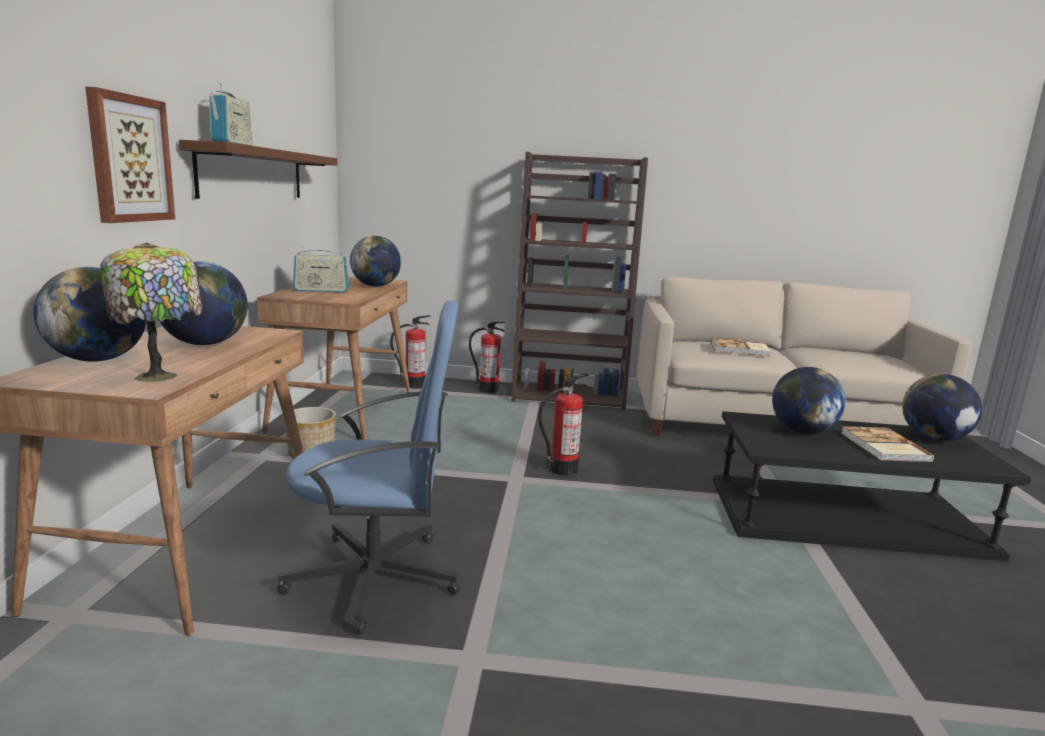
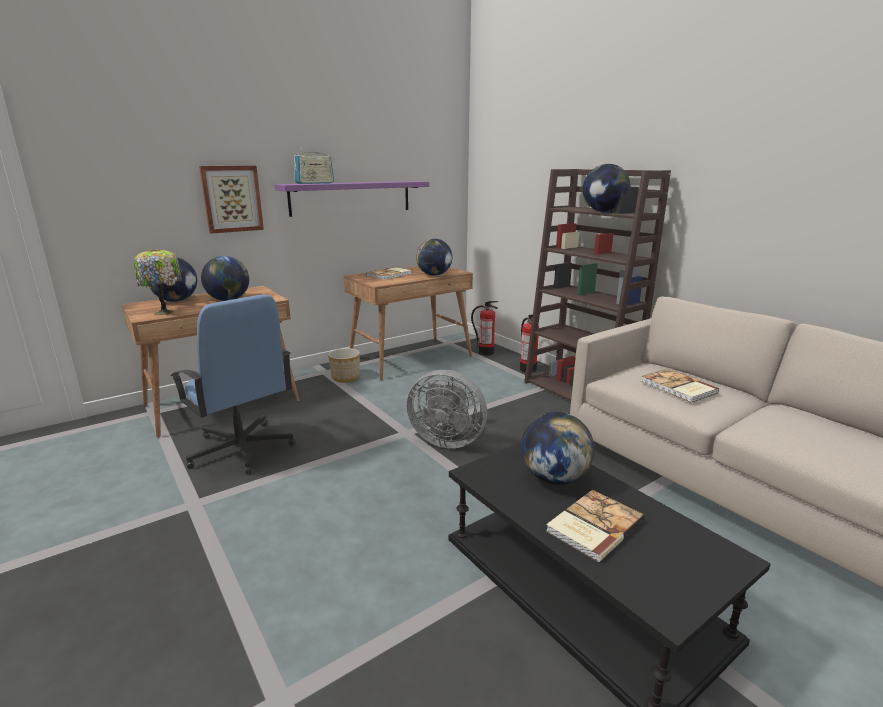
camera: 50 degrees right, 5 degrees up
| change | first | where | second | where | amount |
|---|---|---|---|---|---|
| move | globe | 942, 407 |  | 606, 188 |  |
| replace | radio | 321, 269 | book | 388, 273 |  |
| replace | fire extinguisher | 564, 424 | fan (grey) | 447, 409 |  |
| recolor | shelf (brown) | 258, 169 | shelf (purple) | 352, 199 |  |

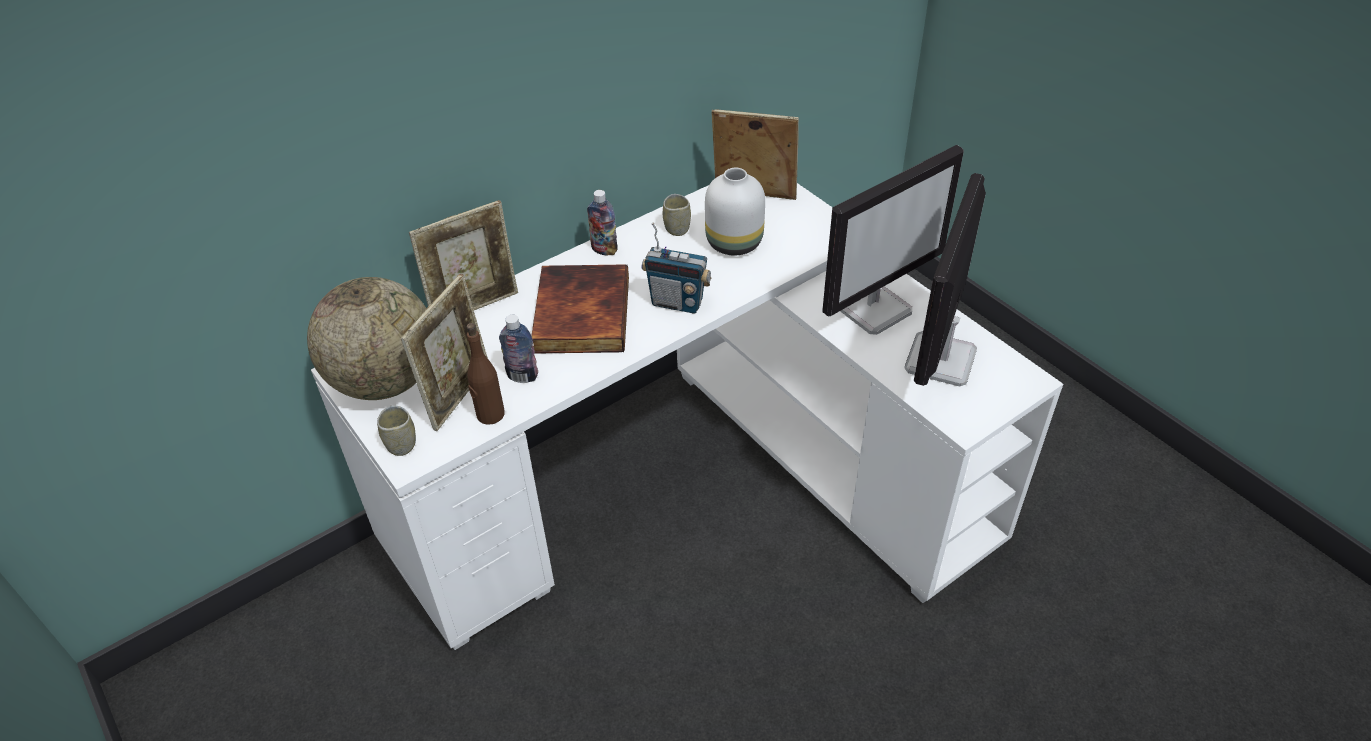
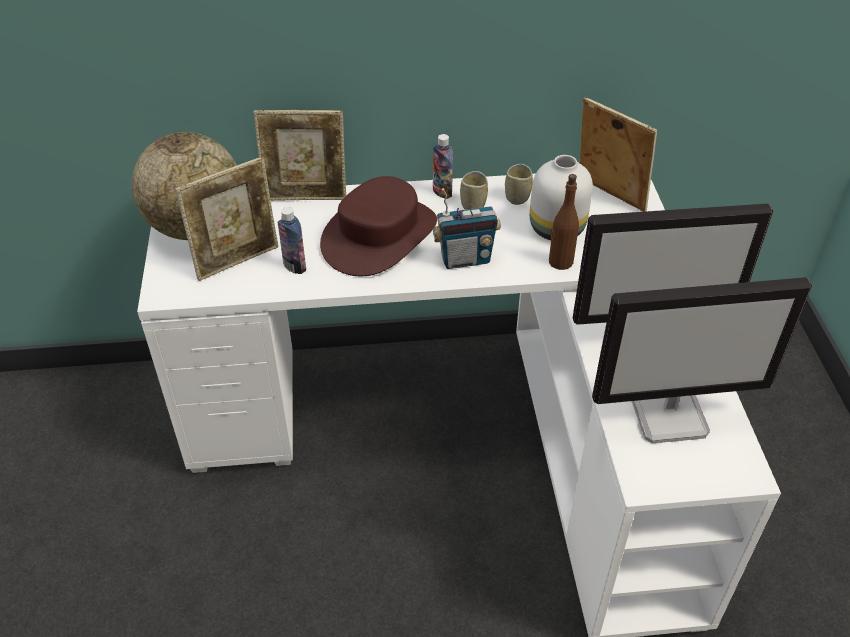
camera: 30 degrees right, 0 degrees up
| change | first | where | second | where | amount |
|---|---|---|---|---|---|
| move | cup | 396, 430 |  | 474, 190 |  |
| move | bottle (brown) | 485, 374 |  | 564, 222 |  |
| replace | book | 580, 309 | hat (brown) | 378, 226 |  |
| rotate | radio | 676, 267 |  | 467, 228 | 60 degrees counterclockwise |
| rotate | monitor | 945, 280 |  | 702, 360 | 150 degrees counterclockwise |

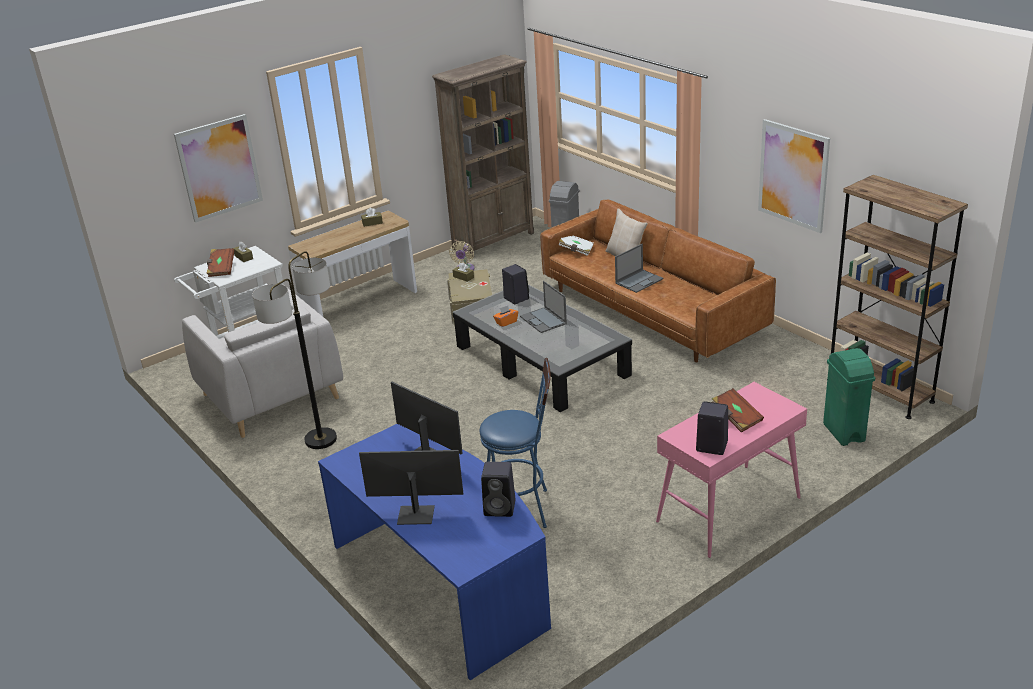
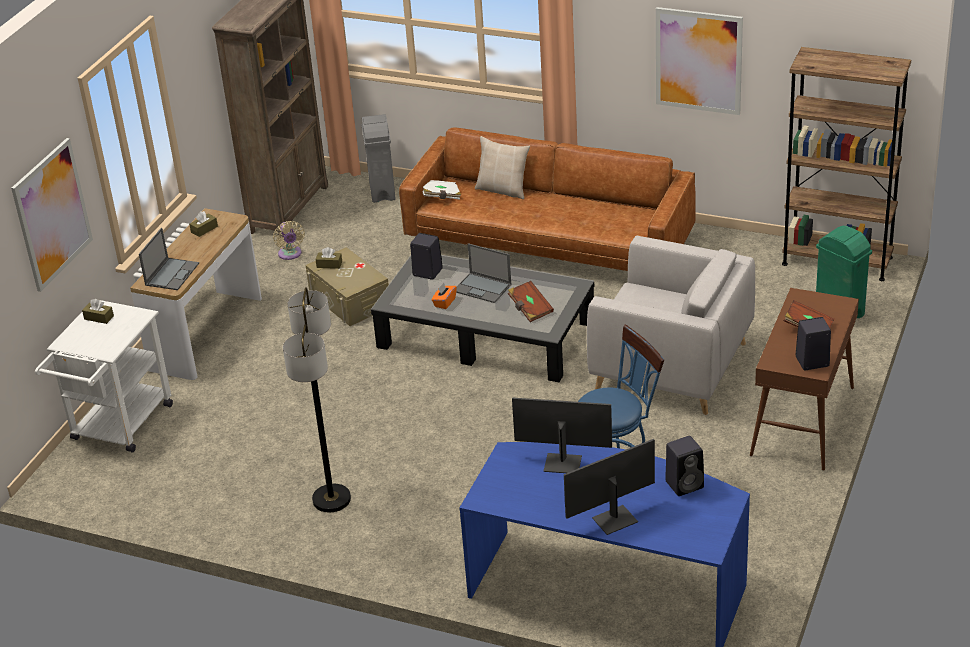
camera: 30 degrees left, 5 degrees up
| change | first | where | second | where | amount |
|---|---|---|---|---|---|
| move | armchair (grey) | 262, 361 |  | 671, 325 |  |
| move | book (brown) | 220, 262 |  | 531, 301 |  |
| move | laptop | 639, 268 |  | 169, 259 |  |
| recolor | console table (pink) | 731, 470 | console table (brown) | 804, 379 |  |

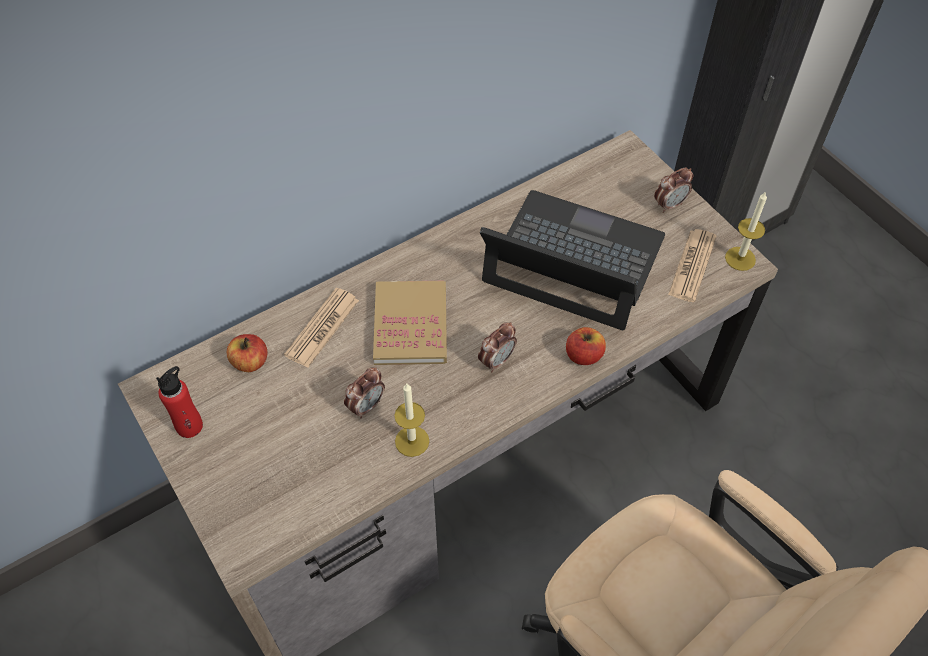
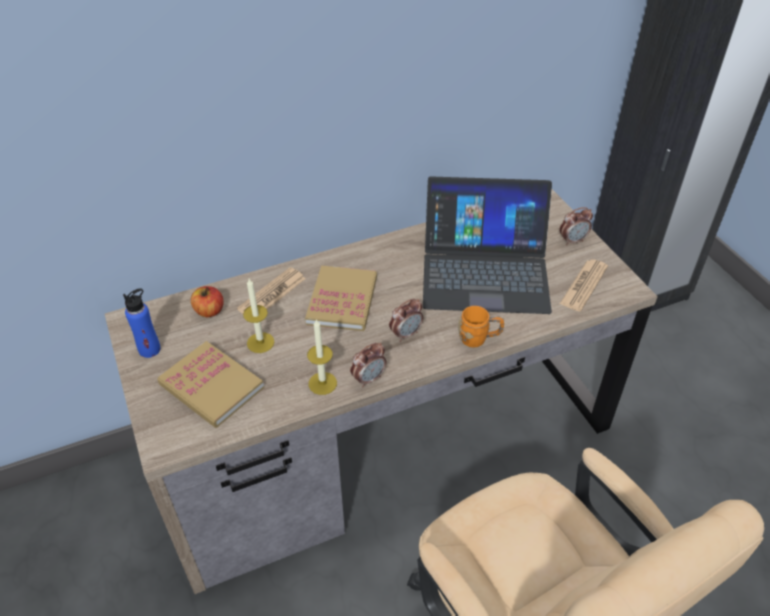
camera: 10 degrees right, 10 degrees down
| change | first | where | second | where | amount |
|---|---|---|---|---|---|
| insert |  |  | book | 210, 384 |  |
| move | alarm clock | 364, 392 |  | 368, 365 |  |
| move | candle | 746, 231 |  | 258, 316 |  |
| replace | apple | 586, 346 | mug (orange) | 481, 327 |  |
| recolor | bottle (red) | 179, 402 | bottle (blue) | 142, 323 |  |
| rotate | laptop | 572, 260 |  | 487, 245 | 150 degrees clockwise |

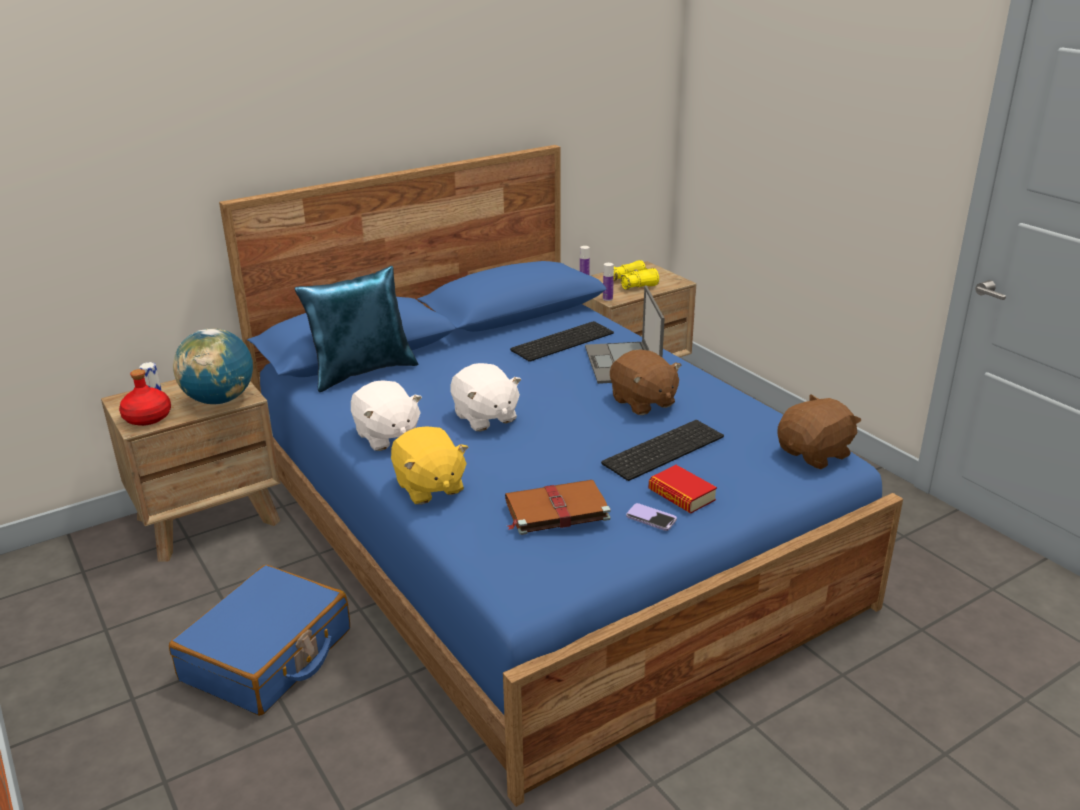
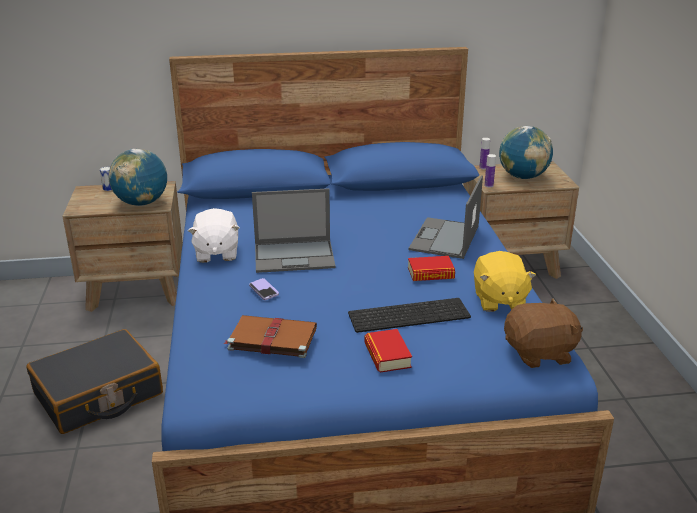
camera: 25 degrees right, 0 degrees up
| change | first | where | second | where | amount |
|---|---|---|---|---|---|
| delete | bottle (red) | 145, 397 |  |  |  |
| delete | pillow (blue) | 356, 329 |  |  |  |
| delete | keyboard | 562, 341 |  |  |  |
| move | plush toy (yellow) | 430, 465 |  | 505, 281 |  |
| move | phone | 651, 517 |  | 264, 289 |  |
| replace | plush toy (white) | 486, 397 | laptop | 294, 230 |  |
| replace | plush toy (brown) | 645, 382 | book | 431, 268 |  |
| replace | binoculars (yellow) | 636, 275 | globe | 526, 152 |  |
| recolor | suitcase (blue) | 259, 640 | suitcase (black) | 94, 381 |  |

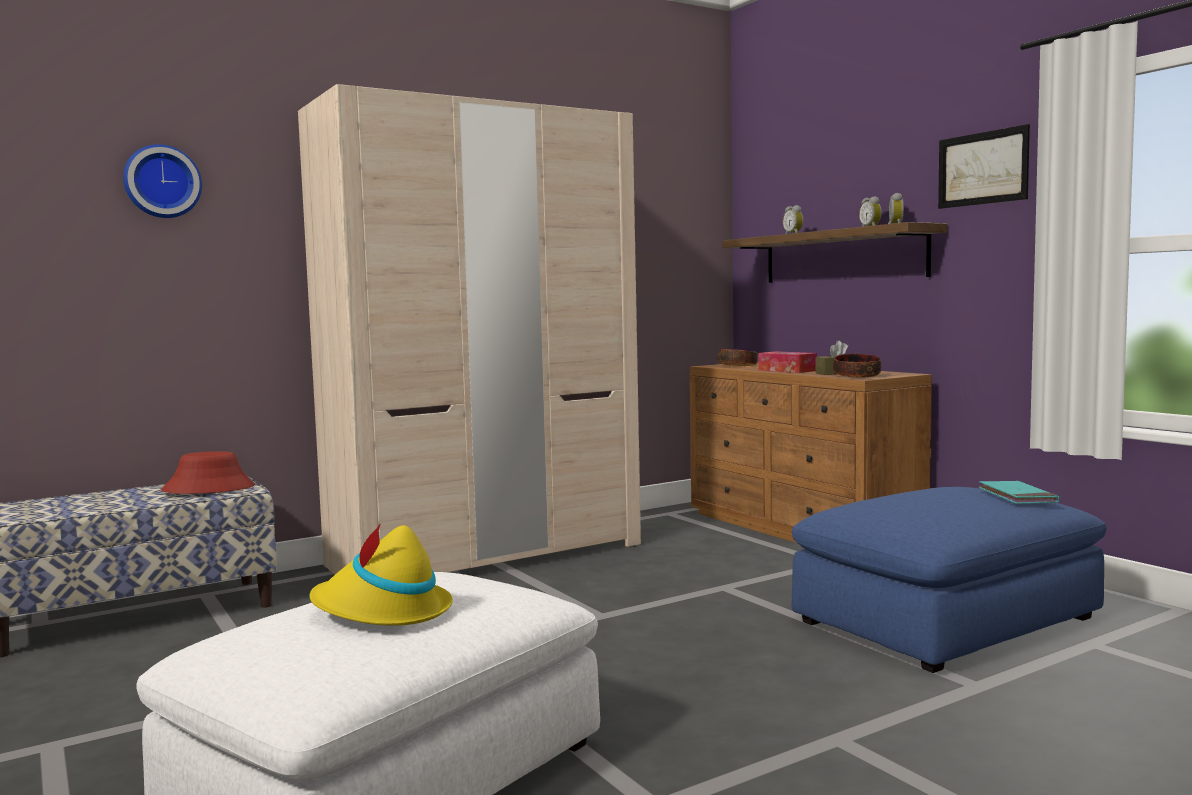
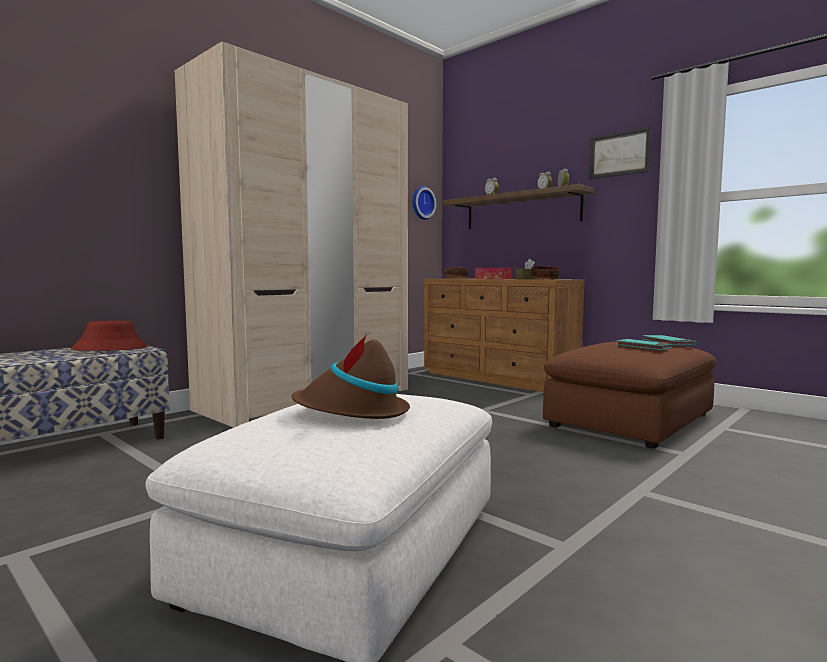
camera: 15 degrees left, 0 degrees up
| change | first | where | second | where | amount |
|---|---|---|---|---|---|
| insert |  |  | book (turquoise) | 644, 344 |  |
| move | wall clock | 162, 181 |  | 424, 203 |  |
| recolor | hat (yellow) | 381, 574 | hat (brown) | 350, 376 |  |
| recolor | ottoman (blue) | 949, 580 | ottoman (brown) | 629, 395 |  |

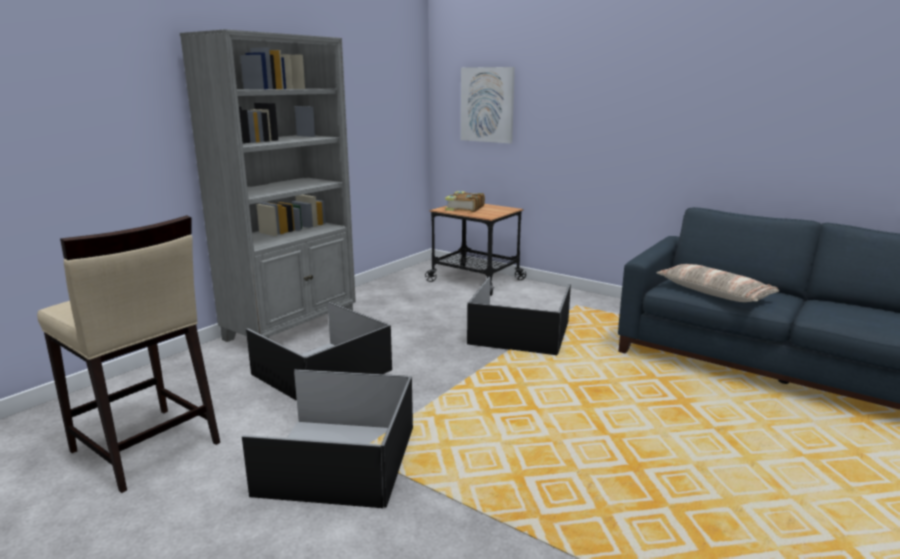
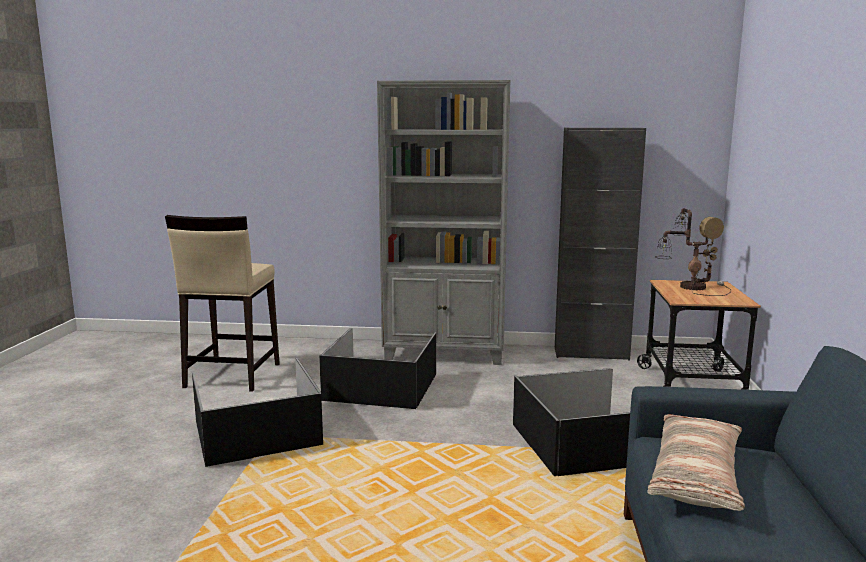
camera: 60 degrees right, 5 degrees down
| change | first | where | second | where | amount |
|---|---|---|---|---|---|
| delete | picture | 488, 105 |  |  |  |
| insert |  |  | cabinet (black) | 600, 244 |  |
| replace | book | 465, 201 | table lamp | 693, 252 |  |

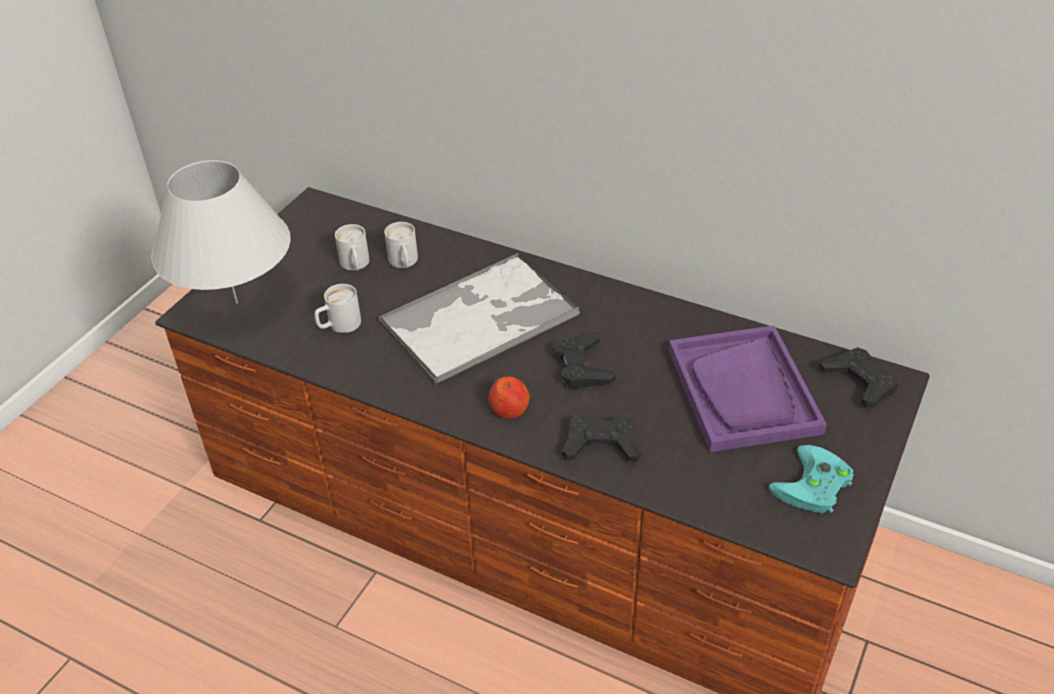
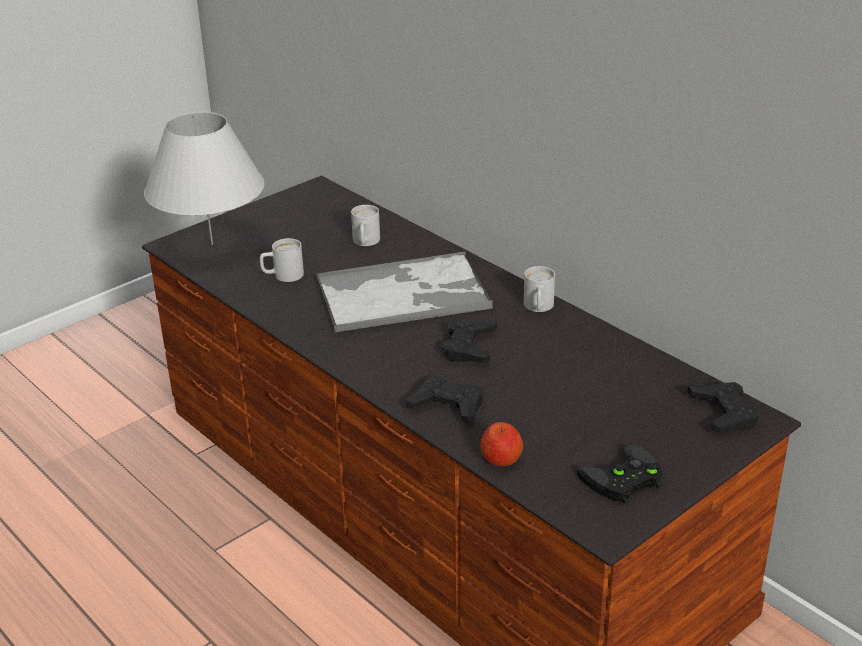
camera: 20 degrees right, 10 degrees down
| change | first | where | second | where | amount |
|---|---|---|---|---|---|
| delete | tray (purple) | 747, 388 |  |  |  |
| move | mug (white) | 352, 247 |  | 539, 289 |  |
| move | apple | 509, 397 |  | 501, 444 |  |
| recolor | game controller (turquoise) | 811, 479 | game controller (black) | 620, 474 |  |

